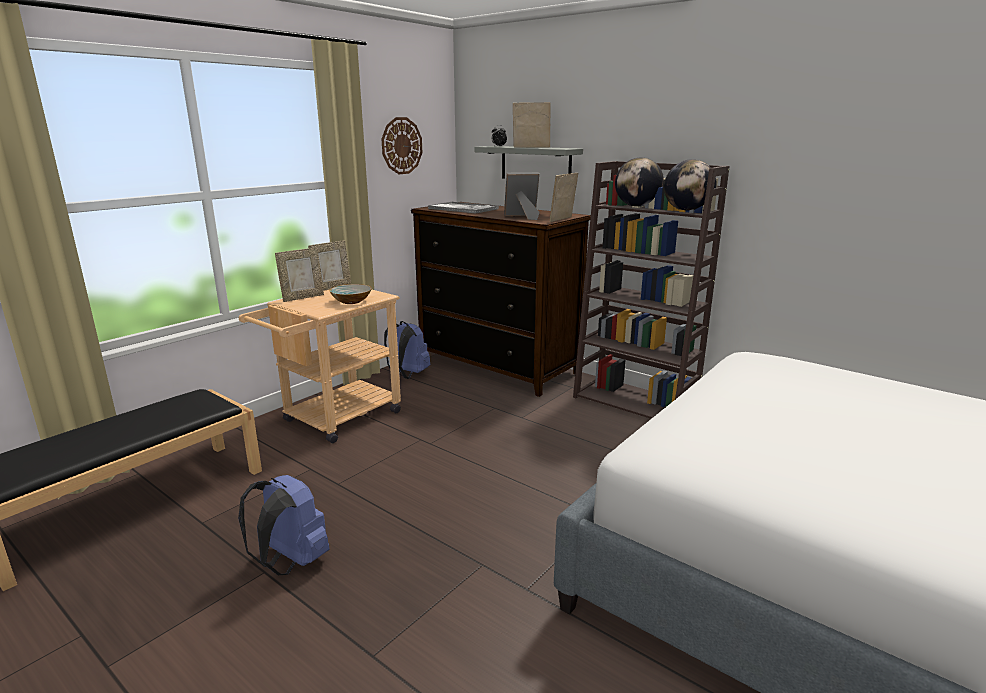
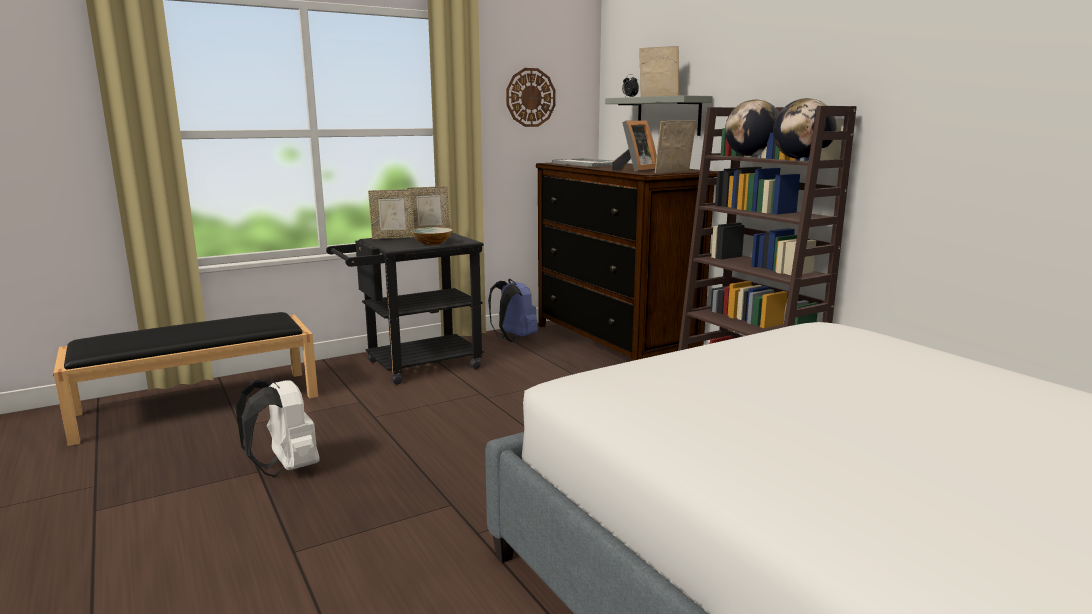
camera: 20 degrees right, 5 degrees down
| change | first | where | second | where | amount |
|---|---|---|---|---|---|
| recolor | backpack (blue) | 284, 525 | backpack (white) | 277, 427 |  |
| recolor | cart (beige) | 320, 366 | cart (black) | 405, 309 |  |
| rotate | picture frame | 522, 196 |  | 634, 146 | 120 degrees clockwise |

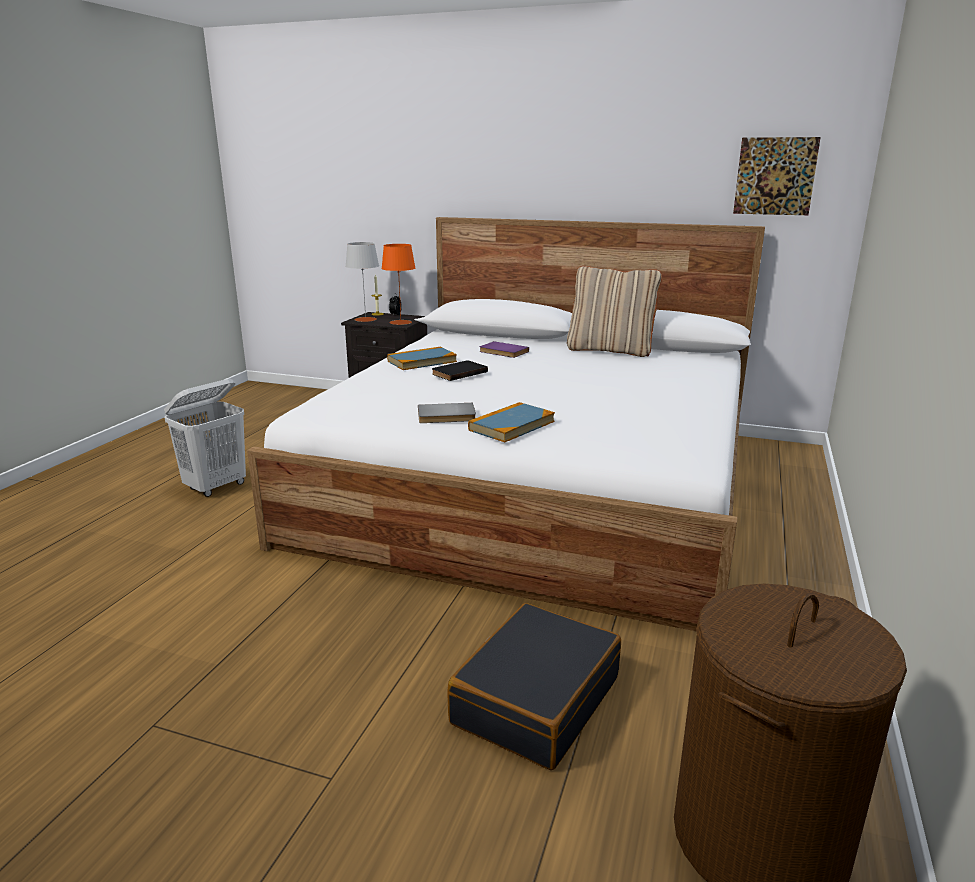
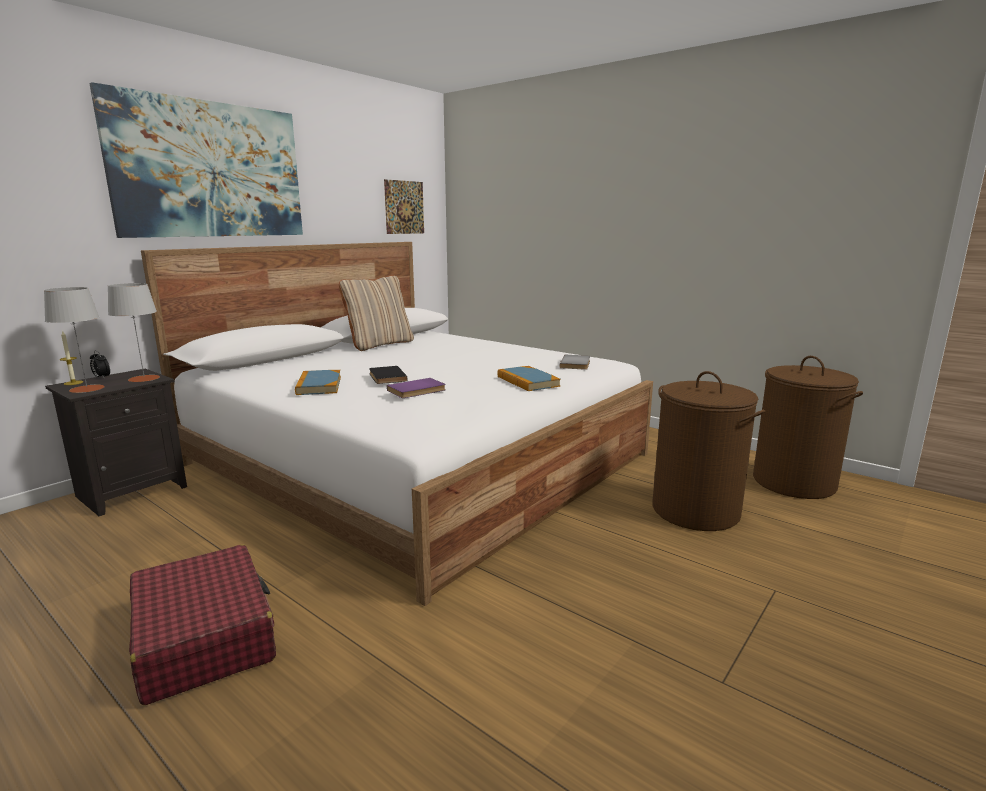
camera: 70 degrees left, 5 degrees down
| change | first | where | second | where | amount |
|---|---|---|---|---|---|
| insert |  |  | picture | 196, 160 |  |
| move | book (grey) | 447, 413 |  | 575, 362 |  |
| move | book (purple) | 504, 349 |  | 416, 388 |  |
| replace | laundry basket (white) | 205, 438 | suitcase (red) | 202, 624 |  |
| replace | suitcase (black) | 534, 686 | laundry basket (brown) | 708, 451 |  |
| recolor | table lamp (orange) | 398, 284 | table lamp (grey) | 134, 332 |  |

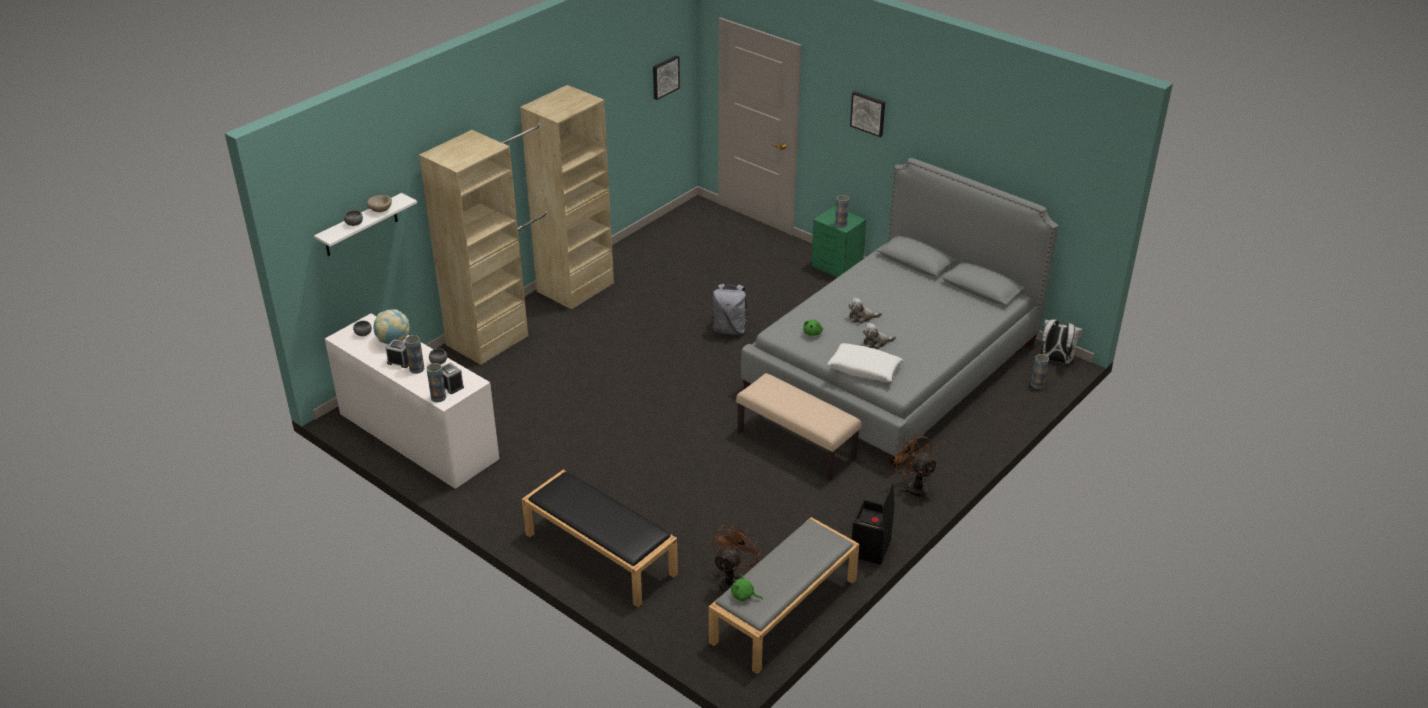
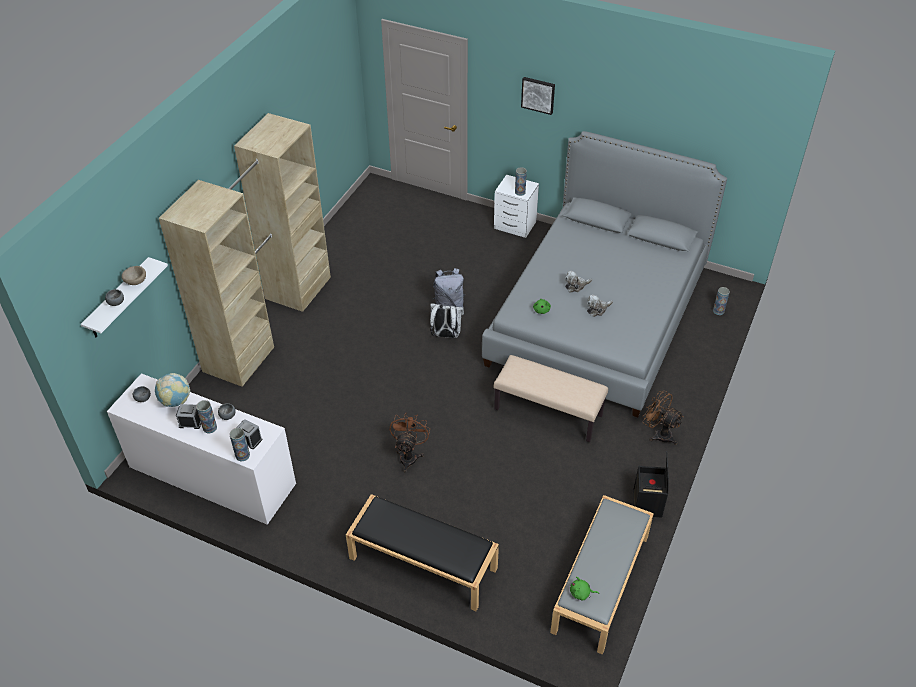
camera: 15 degrees left, 10 degrees up
| change | first | where | second | where | amount |
|---|---|---|---|---|---|
| delete | picture | 666, 77 |  |  |  |
| delete | pillow (white) | 865, 362 |  |  |  |
| move | fan (brown) | 737, 559 |  | 410, 442 |  |
| move | backpack (white) | 1062, 341 |  | 447, 320 |  |
| recolor | nightstand (green) | 838, 242 | nightstand (white) | 516, 206 |  |

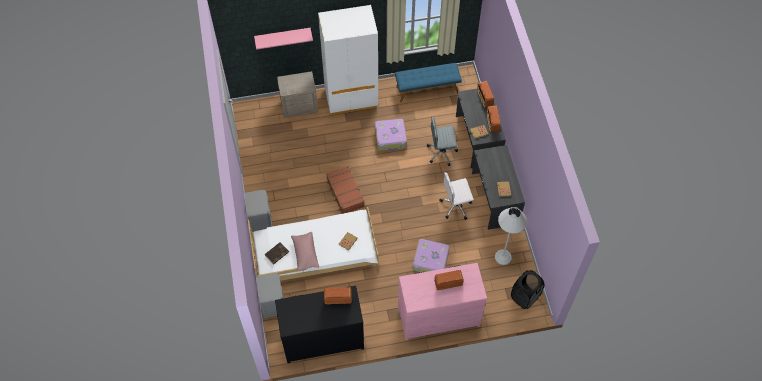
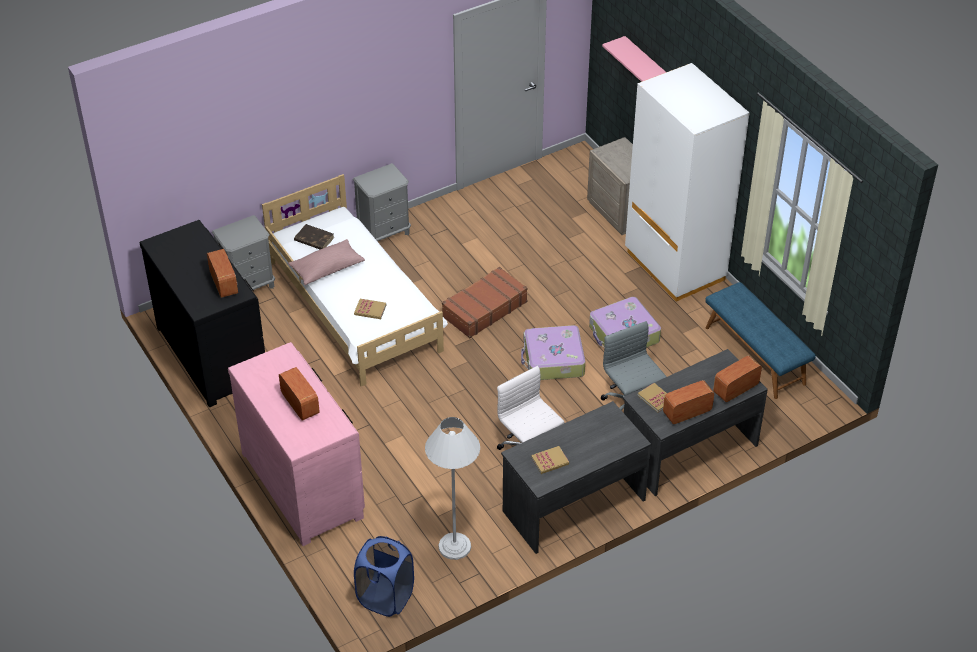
camera: 70 degrees right, 15 degrees down
| change | first | where | second | where | amount |
|---|---|---|---|---|---|
| move | suitcase | 431, 255 |  | 553, 352 |  |
| recolor | laundry basket (black) | 528, 289 | laundry basket (blue) | 384, 576 |  |

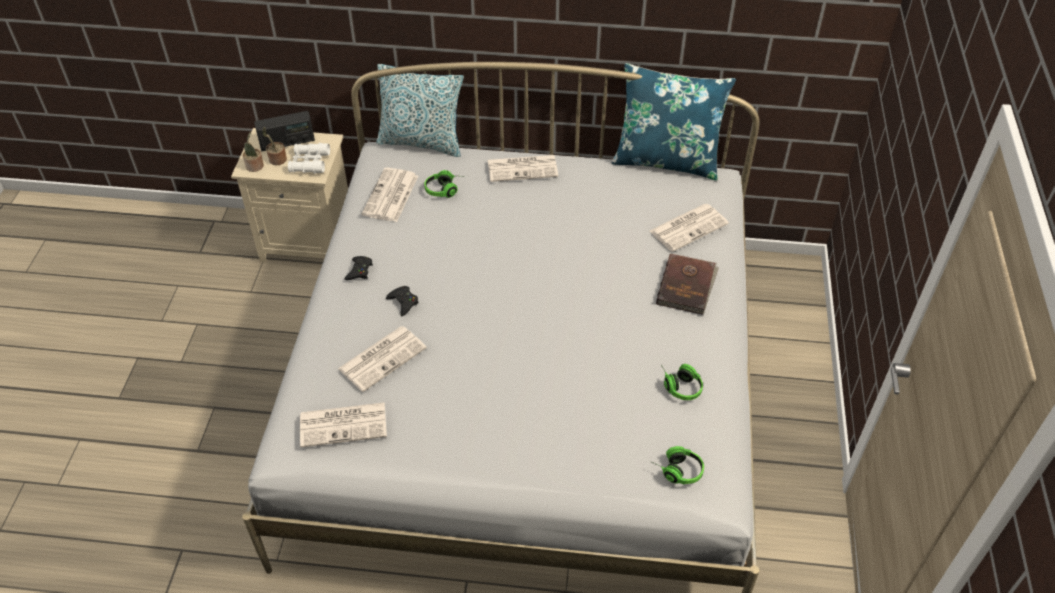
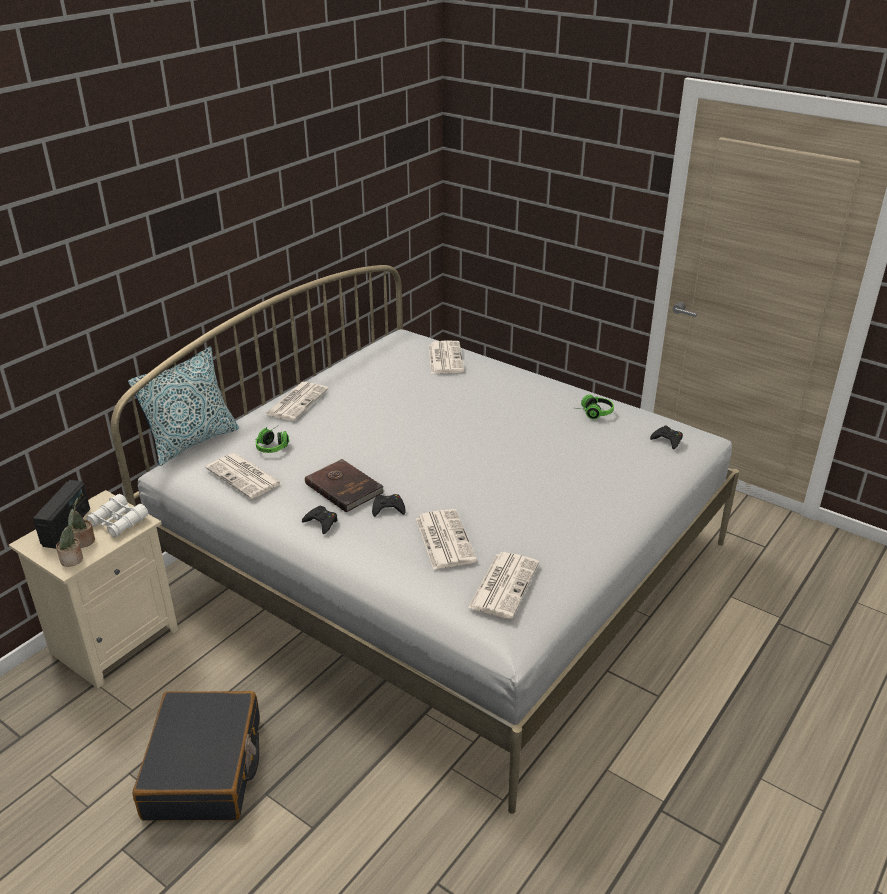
camera: 60 degrees left, 15 degrees down
| change | first | where | second | where | amount |
|---|---|---|---|---|---|
| delete | pillow (blue) | 674, 121 |  |  |  |
| insert |  |  | suitcase (black) | 196, 756 |  |
| move | book (brown) | 687, 284 |  | 344, 485 |  |
| replace | headphones | 678, 465 | game controller (black) | 666, 437 |  |

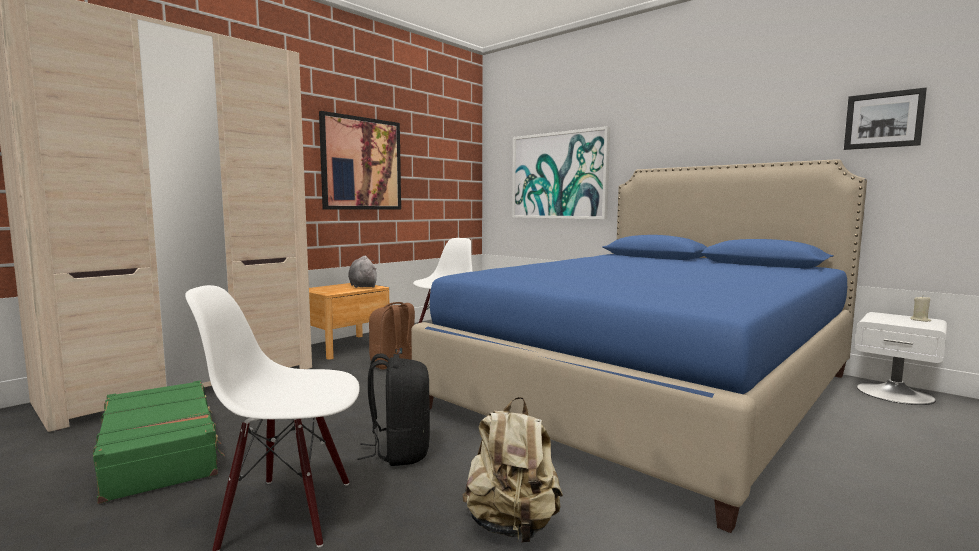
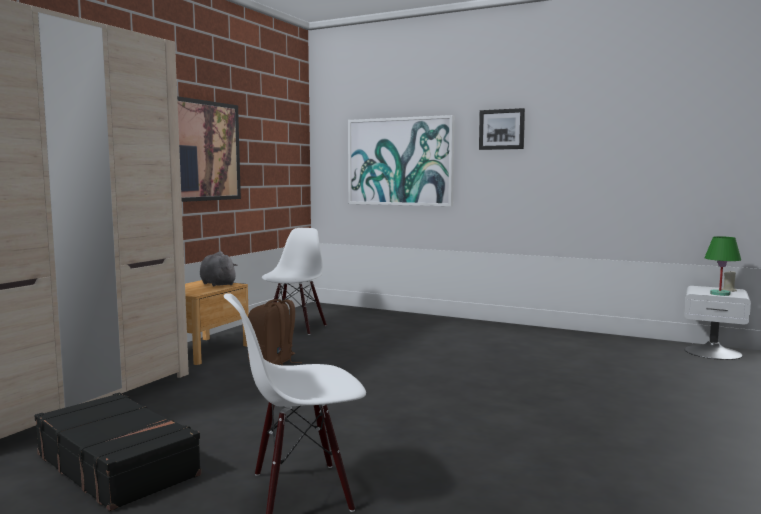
camera: 15 degrees left, 0 degrees up
| change | first | where | second | where | amount |
|---|---|---|---|---|---|
| delete | backpack (black) | 393, 409 |  |  |  |
| delete | bed (blue) | 639, 346 |  |  |  |
| delete | backpack (beige) | 512, 470 |  |  |  |
| insert |  |  | table lamp (green) | 722, 266 |  |
| move | picture | 885, 118 |  | 502, 129 |  |
| recolor | suitcase (green) | 159, 442 | suitcase (black) | 118, 452 |  |

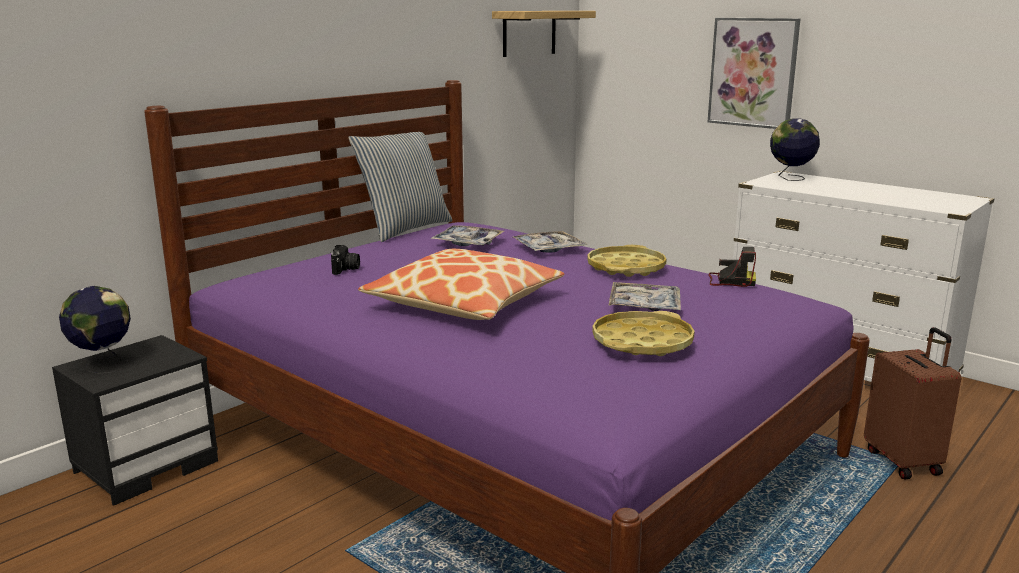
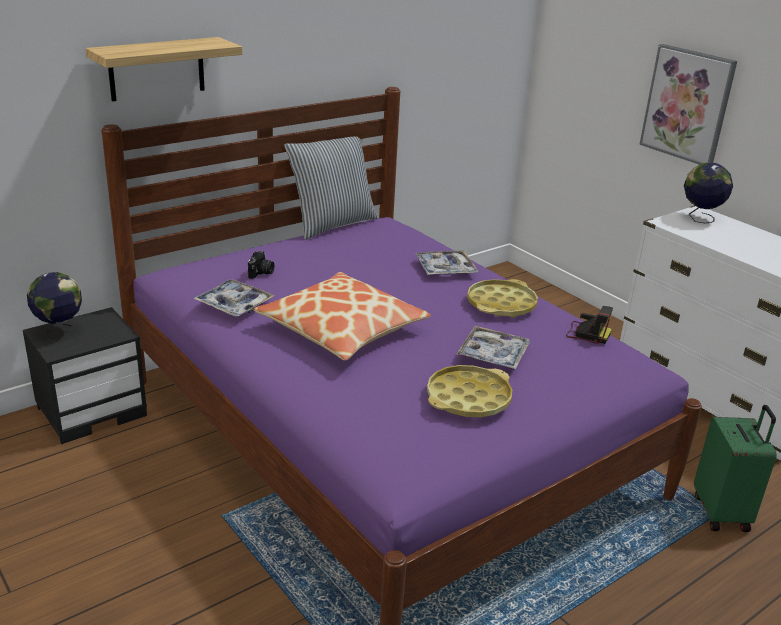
camera: 10 degrees right, 10 degrees up
| change | first | where | second | where | amount |
|---|---|---|---|---|---|
| move | tray | 467, 235 |  | 234, 297 |  |
| move | shelf | 544, 34 |  | 164, 69 |  |
| recolor | suitcase (brown) | 912, 403 | suitcase (green) | 735, 468 |  |

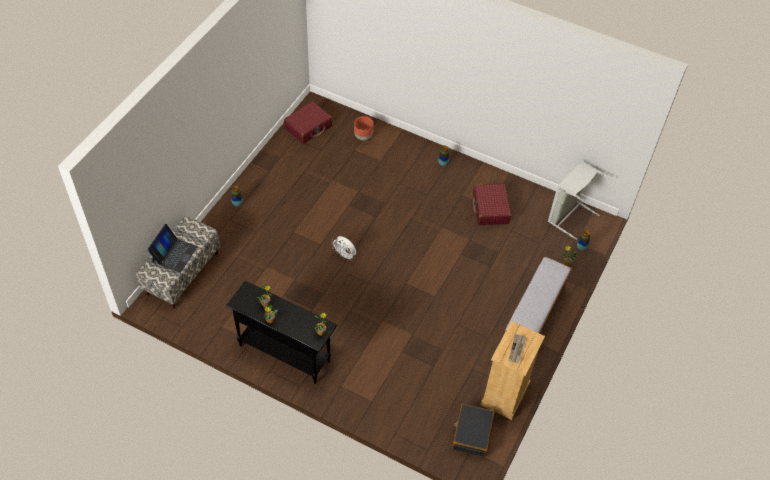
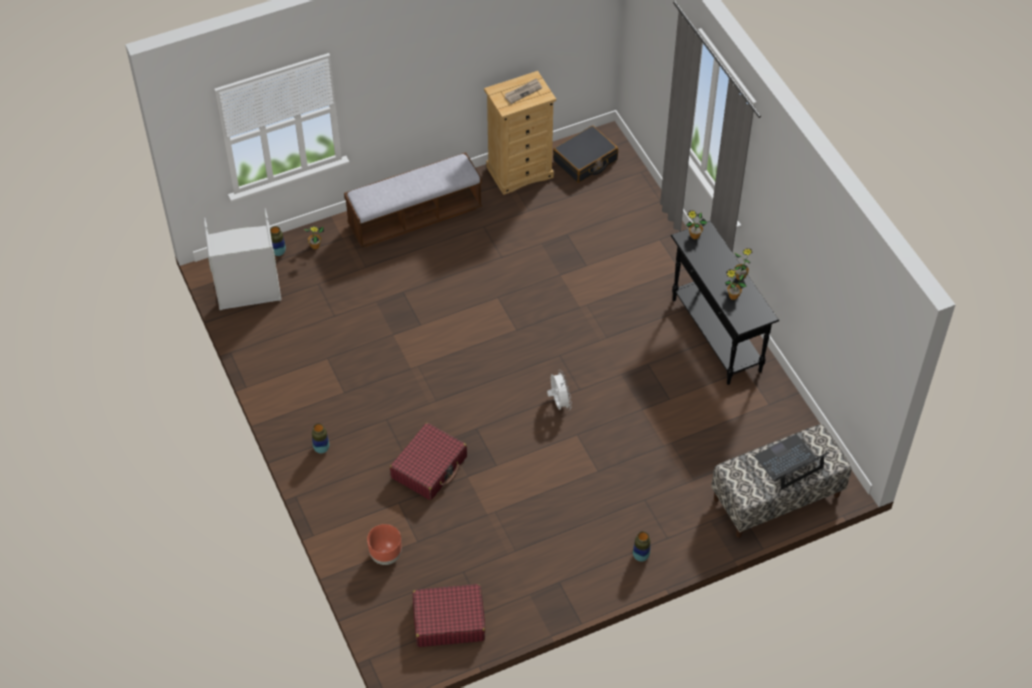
camera: 140 degrees left, 0 degrees up
| change | first | where | second | where | amount |
|---|---|---|---|---|---|
| move | suitcase (red) | 492, 204 |  | 428, 461 |  |

